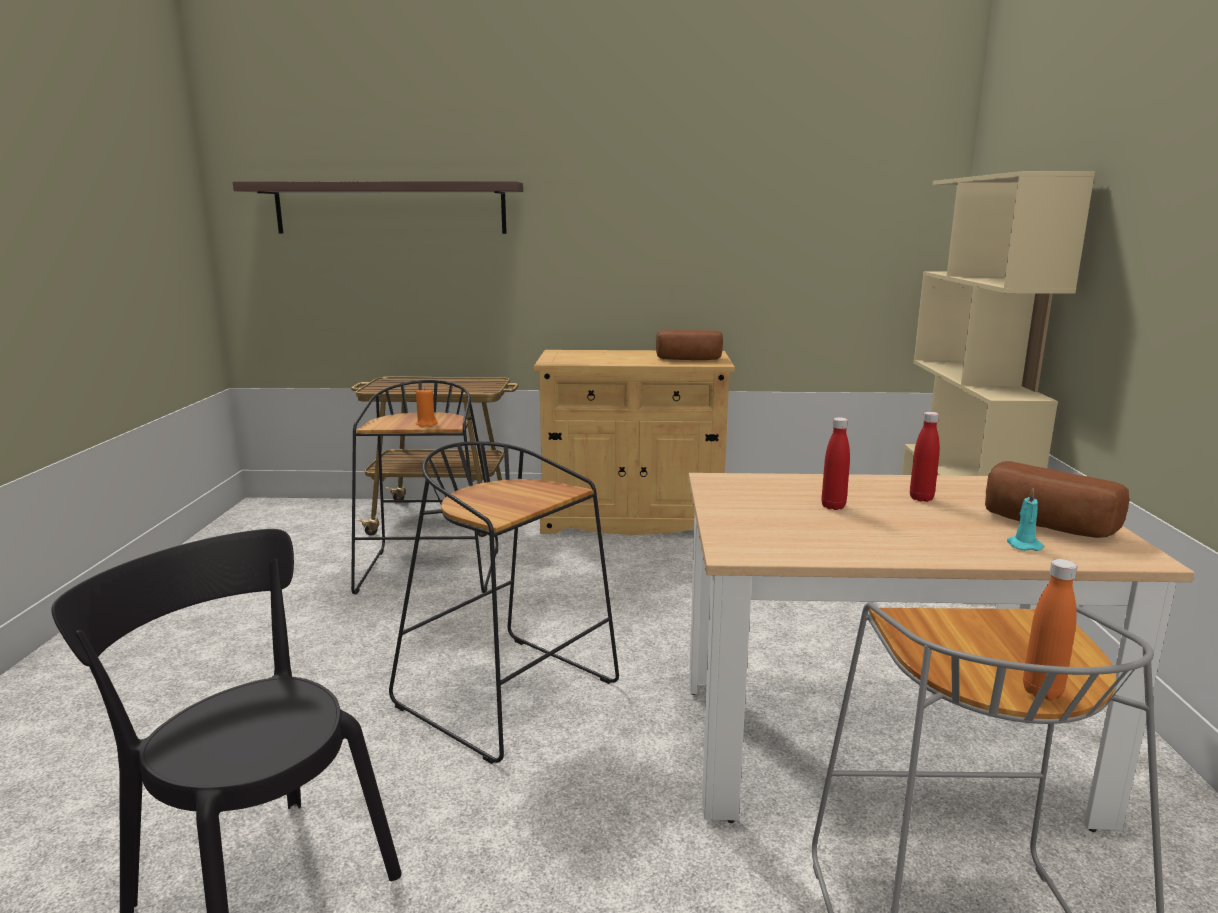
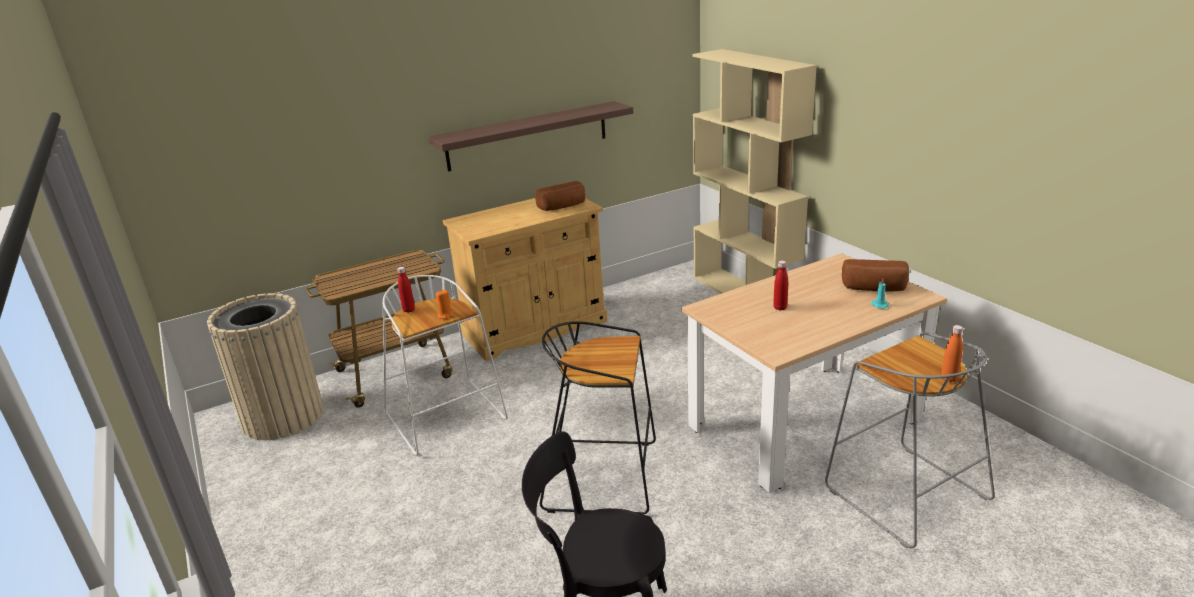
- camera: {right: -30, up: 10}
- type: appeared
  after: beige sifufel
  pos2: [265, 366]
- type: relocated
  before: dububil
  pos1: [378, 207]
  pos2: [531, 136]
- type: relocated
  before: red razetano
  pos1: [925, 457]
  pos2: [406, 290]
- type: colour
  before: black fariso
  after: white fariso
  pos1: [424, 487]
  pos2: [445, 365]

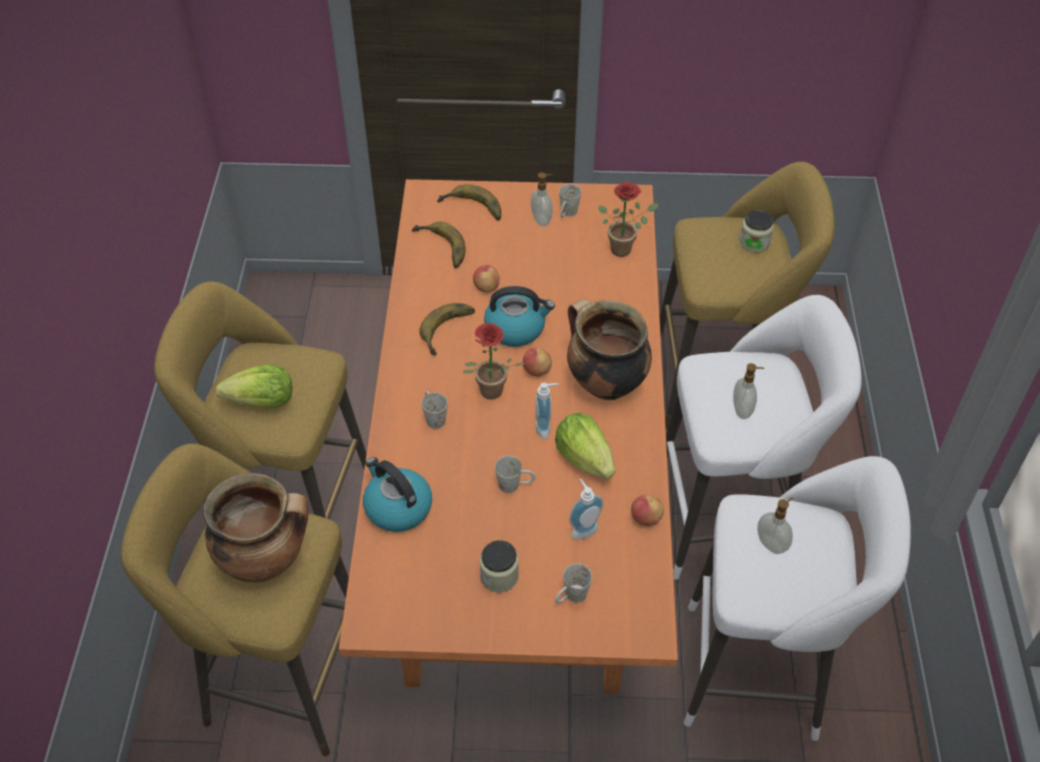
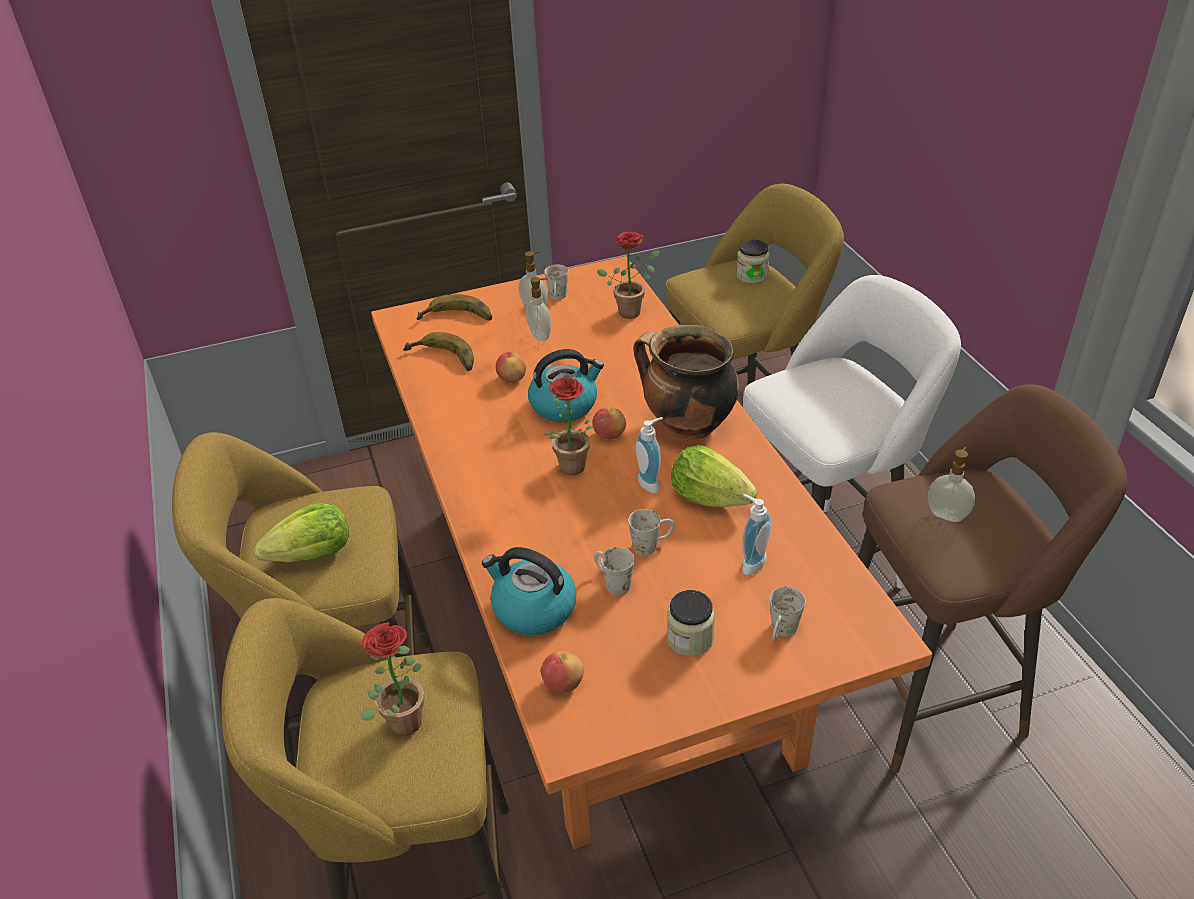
- camera: {right: -20, up: -10}
- type: missing
  before: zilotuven
  pos1: [447, 329]
- type: relocated
  before: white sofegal
  pos1: [434, 410]
  pos2: [614, 571]
- type: relocated
  before: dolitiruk
  pos1: [647, 510]
  pos2: [562, 672]
- type: relocated
  before: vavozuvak
  pos1: [748, 391]
  pos2: [538, 309]
- type: exchanged
  before: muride
  after: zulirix
  pos1: [256, 528]
  pos2: [392, 679]
- type: colour
  before: white fariso
  after: brown fariso
  pos1: [797, 598]
  pos2: [993, 578]

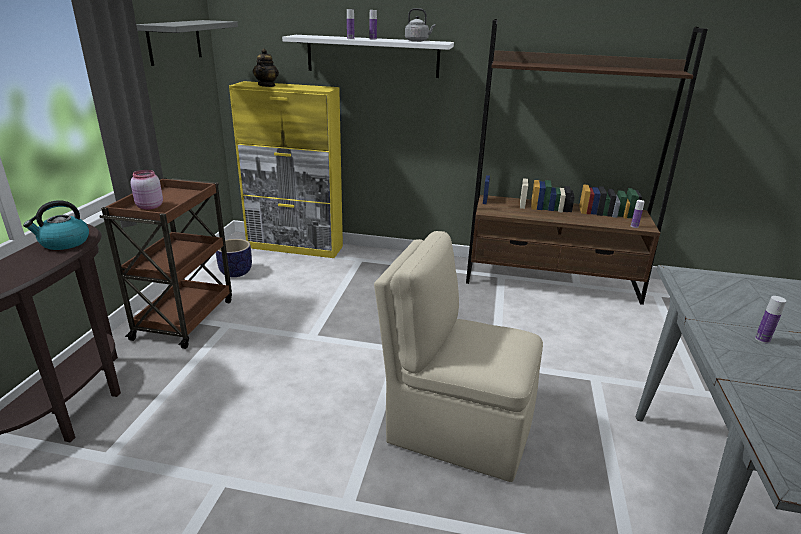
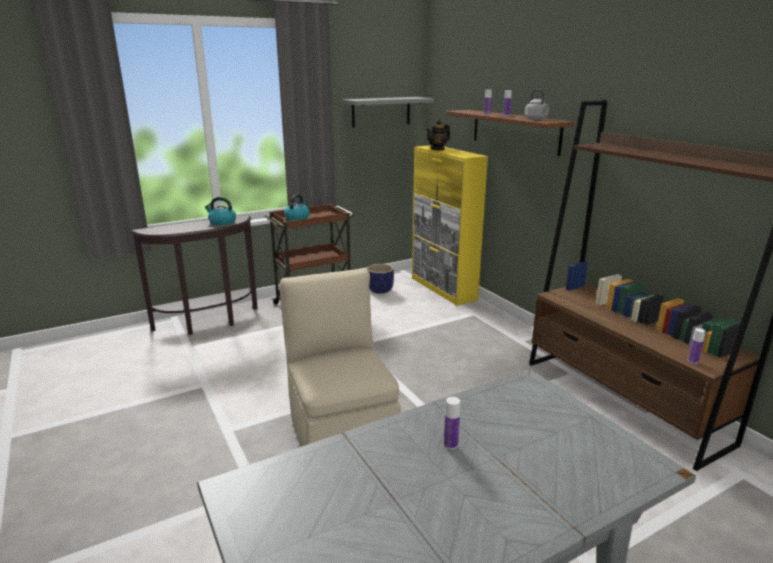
- camera: {right: 50, up: -5}
- type: exchanged
  before: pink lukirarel
  after: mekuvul
  pos1: [147, 190]
  pos2: [297, 207]
- type: colour
  before: white dububil
  after: brown dububil
  pos1: [368, 56]
  pos2: [510, 133]

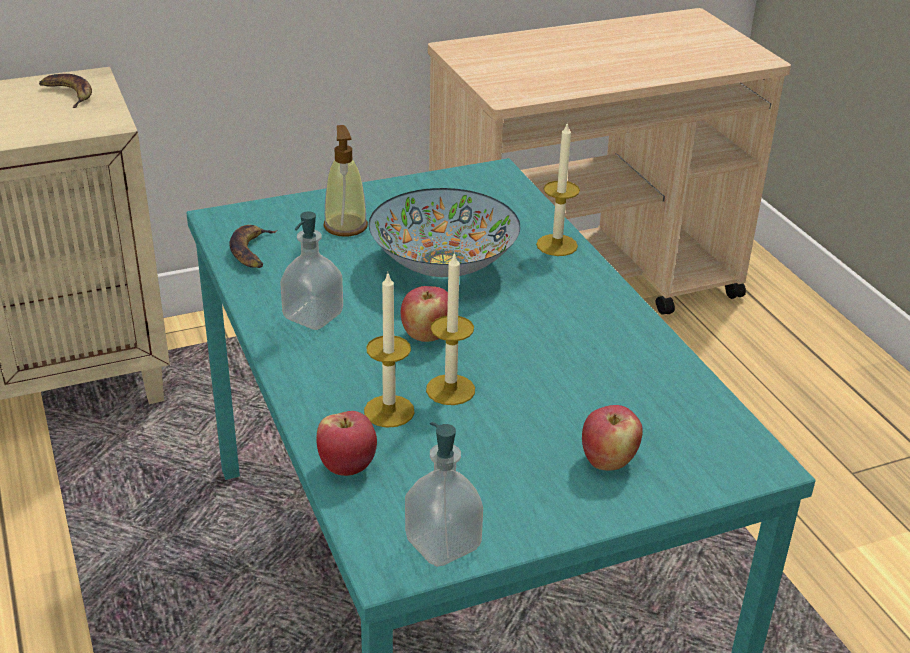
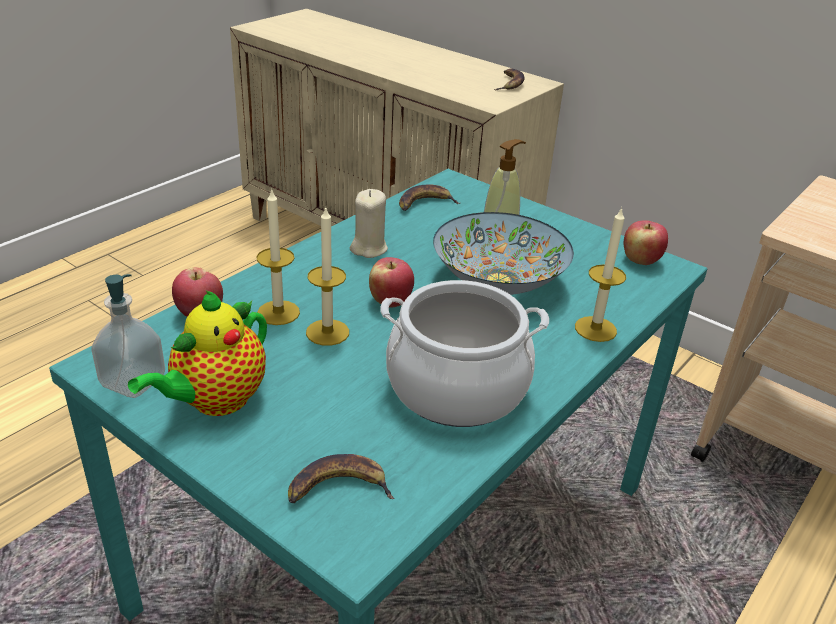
- camera: {right: 60, up: 0}
- type: appeared
  after: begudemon
  pos2: [197, 353]
- type: appeared
  after: zilotuven
  pos2: [341, 478]
- type: appeared
  after: muride
  pos2: [464, 353]
- type: relocated
  before: dolitiruk
  pos1: [612, 438]
  pos2: [646, 242]
- type: exchanged
  before: vavozuvak
  after: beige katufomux
  pos1: [311, 271]
  pos2: [369, 223]

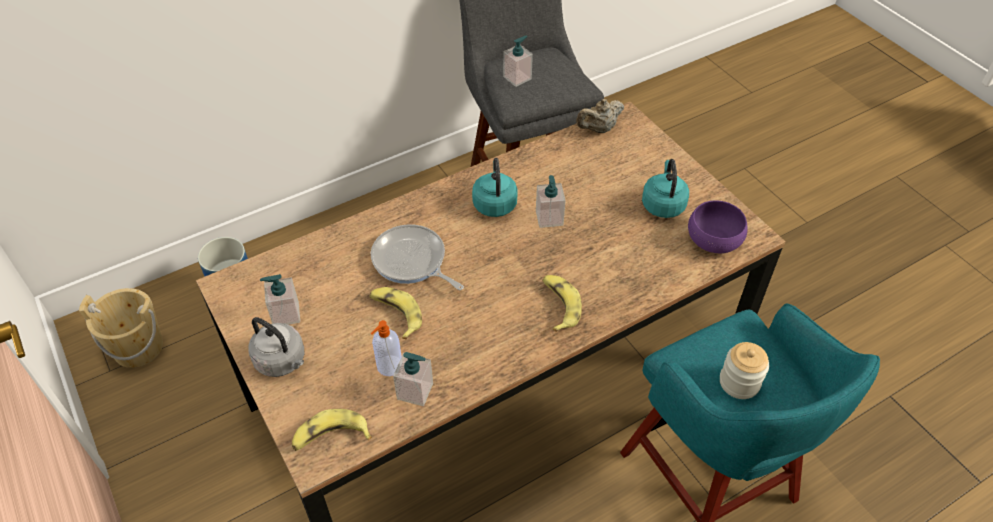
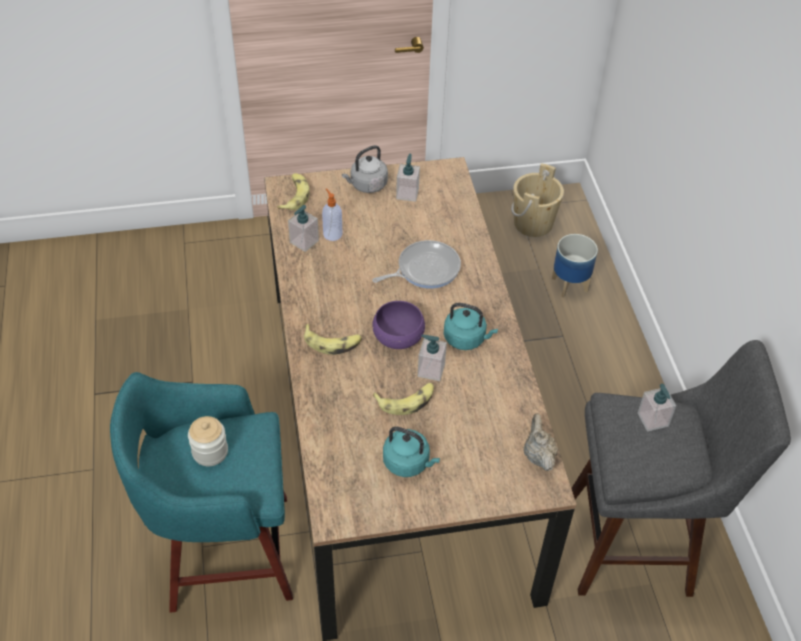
- camera: {right: 110, up: 0}
- type: relocated
  before: zilotuven
  pos1: [395, 313]
  pos2: [403, 399]
- type: relocated
  before: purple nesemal
  pos1: [718, 226]
  pos2: [398, 325]

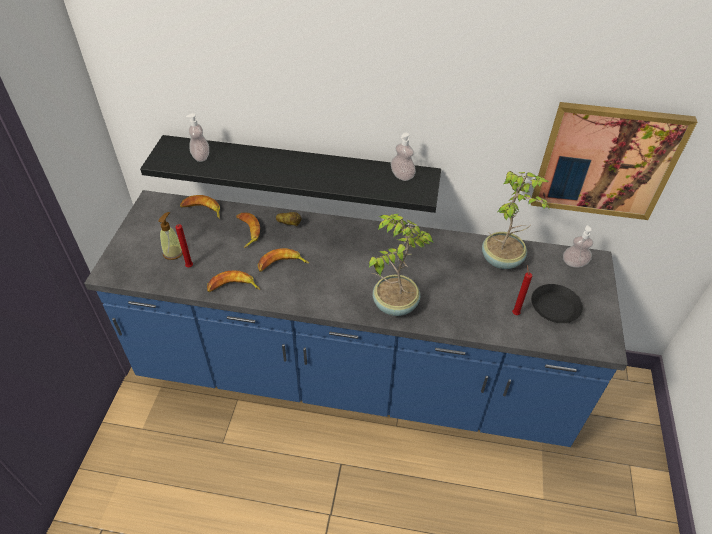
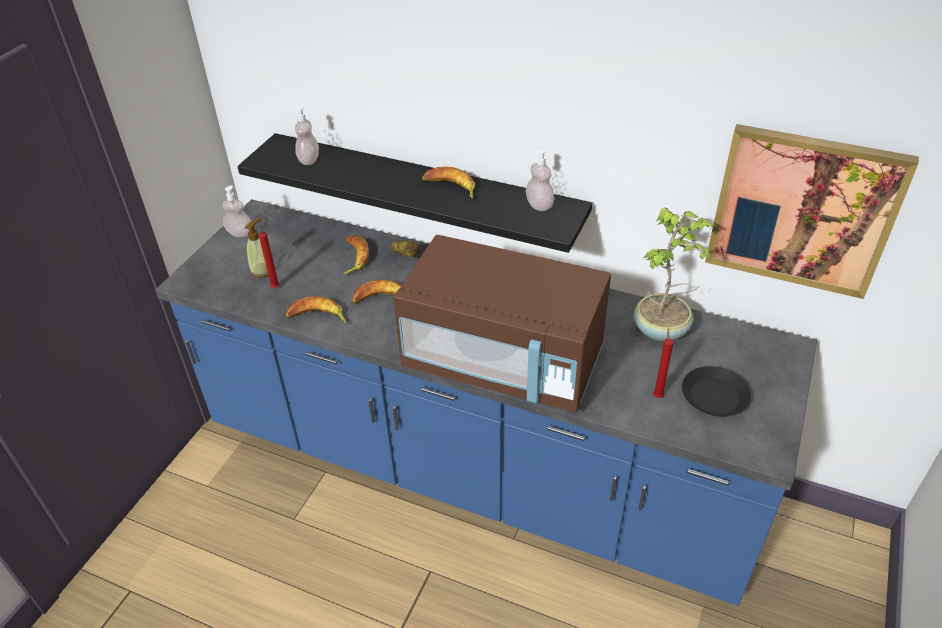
- camera: {right: 15, up: -5}
- type: relocated
  before: zilotuven
  pos1: [200, 207]
  pos2: [448, 182]
- type: relocated
  before: vavozuvak
  pos1: [578, 246]
  pos2: [236, 211]
- type: exchanged
  before: zulirix
  after: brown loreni
  pos1: [401, 265]
  pos2: [502, 324]

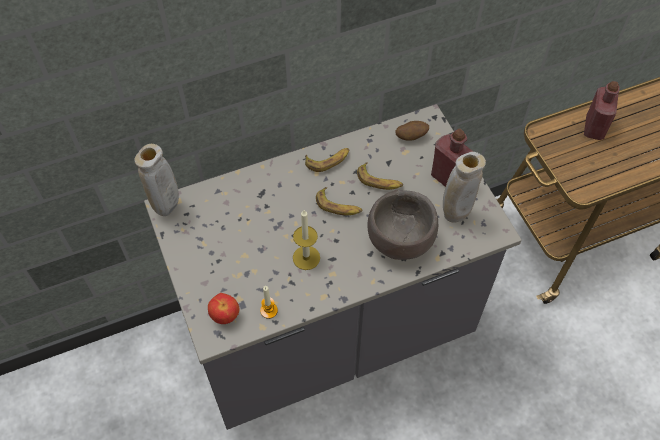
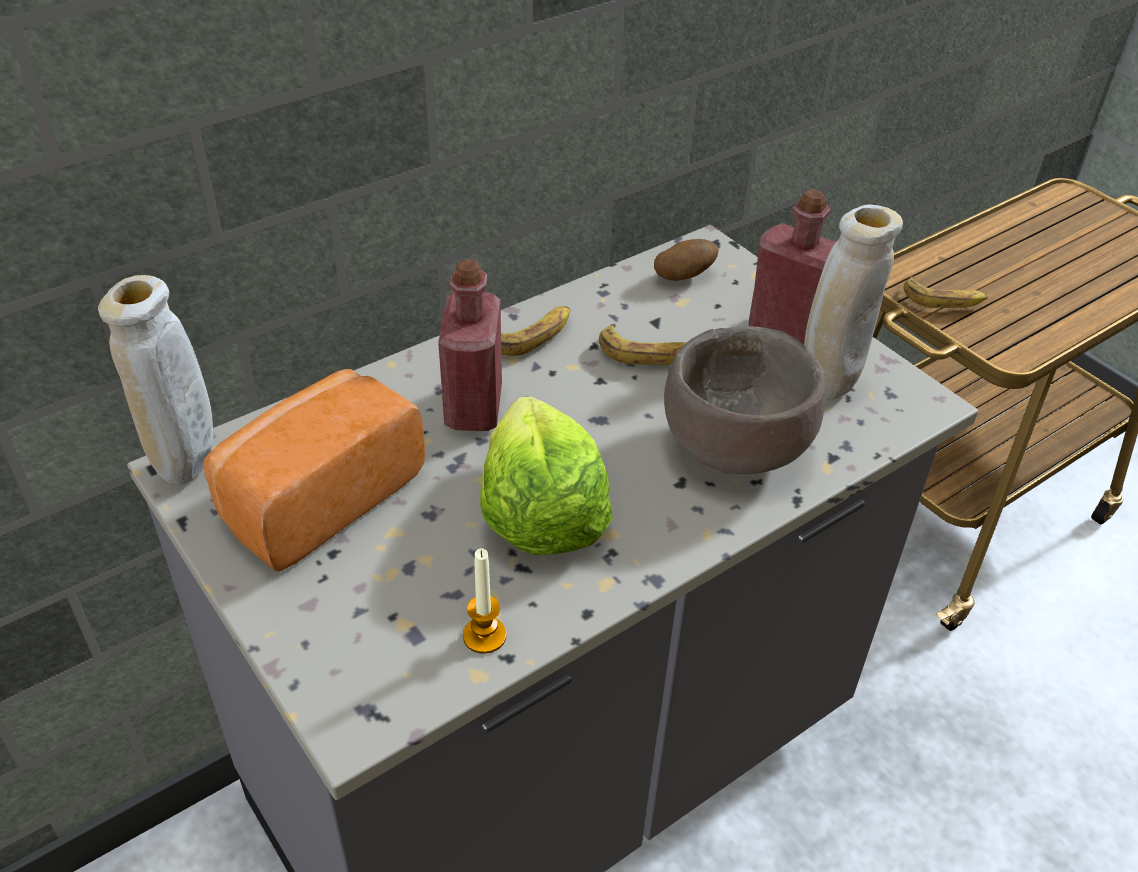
- camera: {right: -15, up: -15}
- type: missing
  before: dolitiruk
  pos1: [224, 308]
- type: appeared
  after: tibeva
  pos2: [314, 470]
- type: relocated
  before: zilotuven
  pos1: [339, 201]
  pos2: [946, 292]
- type: relocated
  before: red razetano
  pos1: [602, 110]
  pos2: [470, 345]
- type: exchanged
  before: katufomux
  after: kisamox
  pos1: [306, 240]
  pos2: [546, 475]

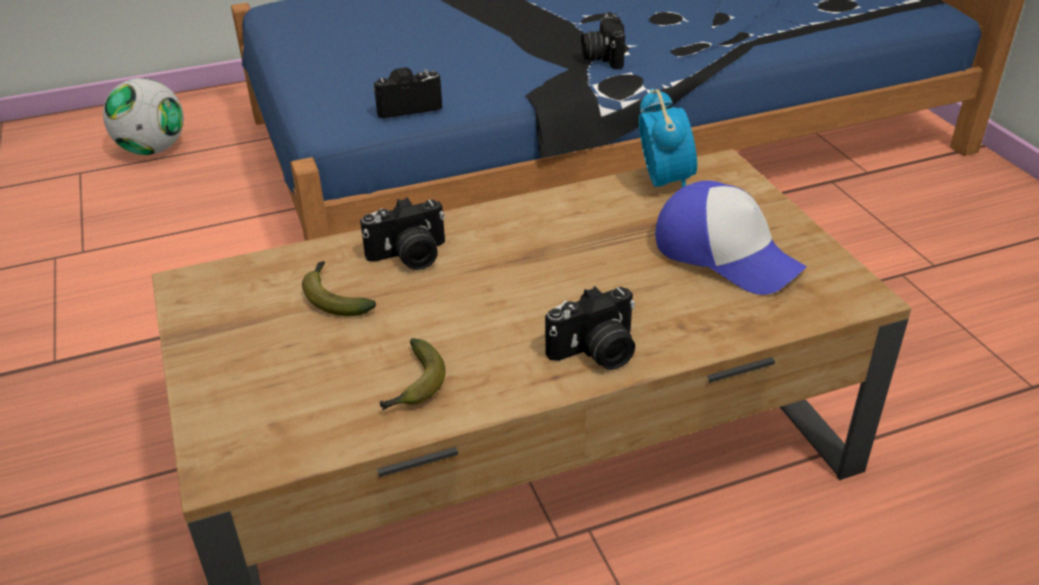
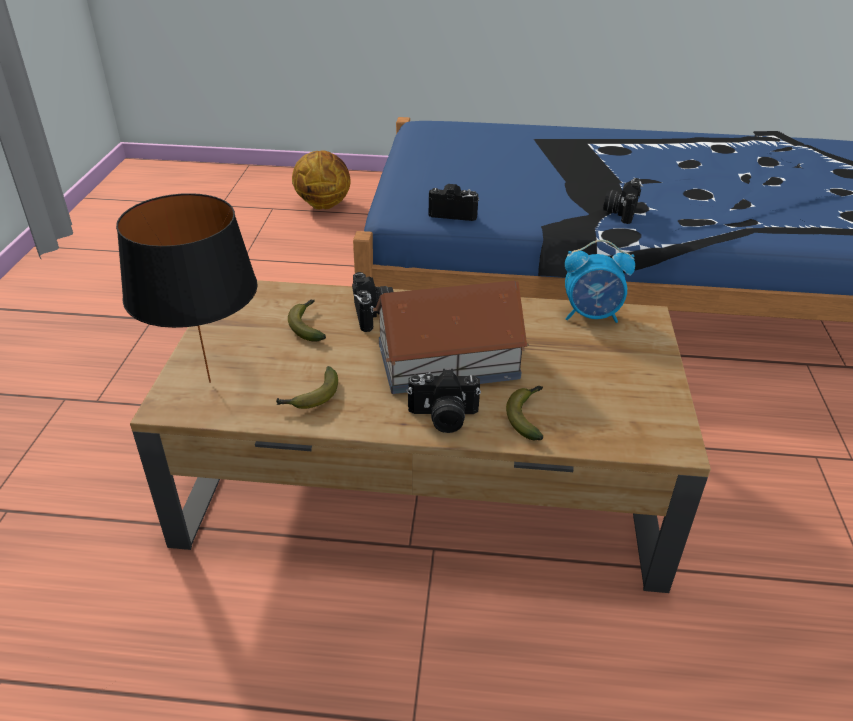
- camera: {right: 25, up: 0}
- type: missing
  before: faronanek
  pos1: [731, 238]
- type: appeared
  after: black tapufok
  pos2: [187, 288]
- type: appeared
  after: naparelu
  pos2: [451, 337]
- type: appeared
  after: zilotuven
  pos2: [524, 413]
- type: exchanged
  before: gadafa
  after: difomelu
  pos1: [143, 116]
  pos2: [321, 179]
- type: spun
  before: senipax
  pos1: [402, 233]
  pos2: [373, 302]
  turn: -105
- type: spun
  before: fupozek
  pos1: [668, 137]
  pos2: [600, 281]
  turn: 75

